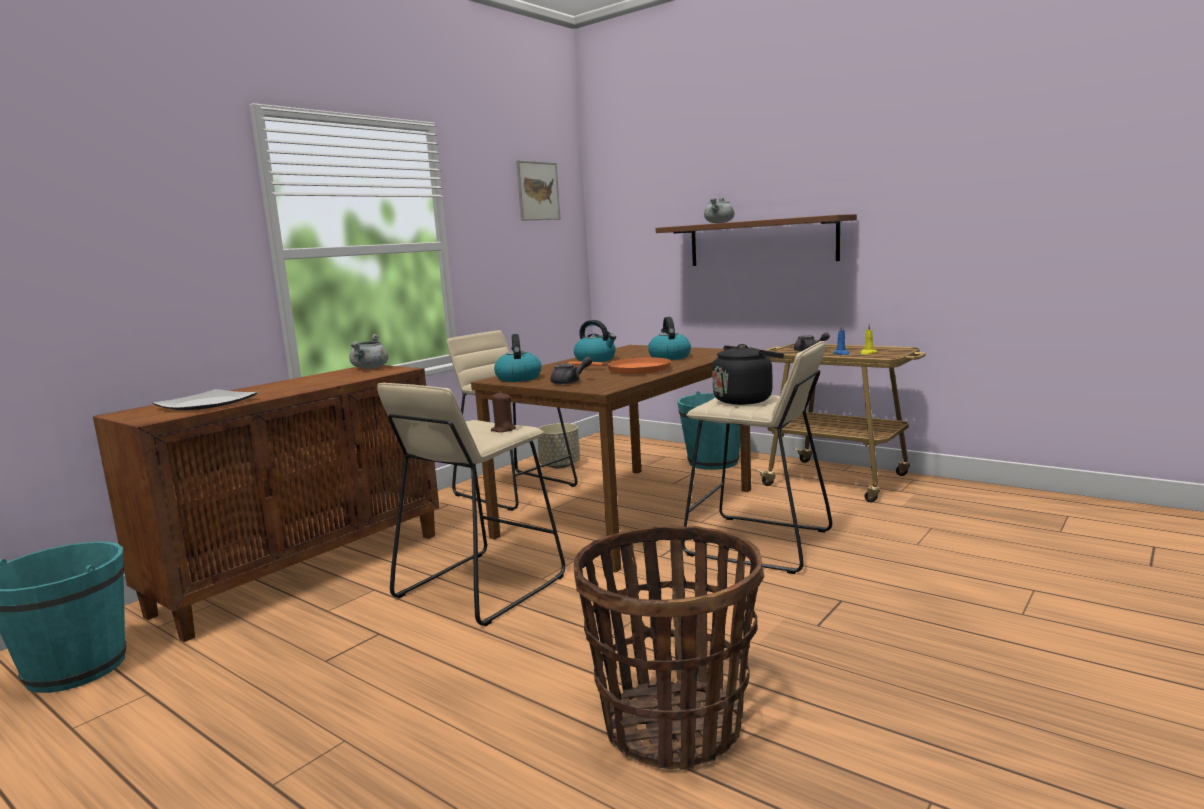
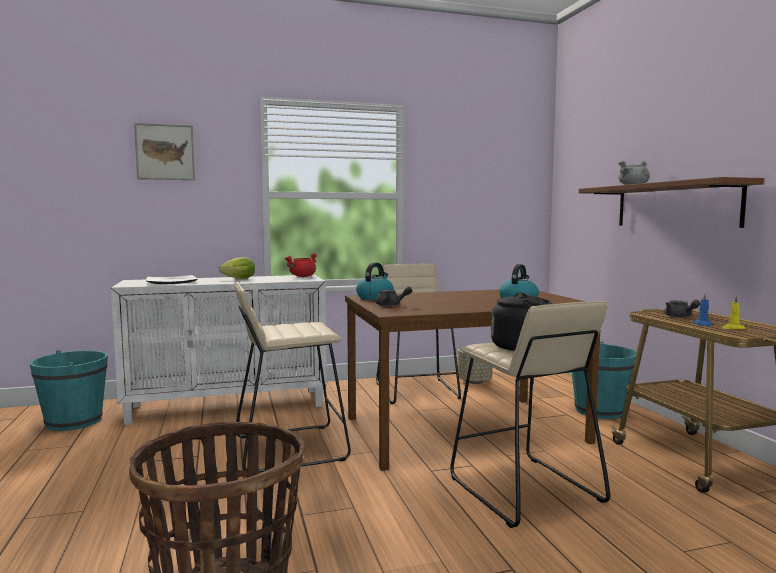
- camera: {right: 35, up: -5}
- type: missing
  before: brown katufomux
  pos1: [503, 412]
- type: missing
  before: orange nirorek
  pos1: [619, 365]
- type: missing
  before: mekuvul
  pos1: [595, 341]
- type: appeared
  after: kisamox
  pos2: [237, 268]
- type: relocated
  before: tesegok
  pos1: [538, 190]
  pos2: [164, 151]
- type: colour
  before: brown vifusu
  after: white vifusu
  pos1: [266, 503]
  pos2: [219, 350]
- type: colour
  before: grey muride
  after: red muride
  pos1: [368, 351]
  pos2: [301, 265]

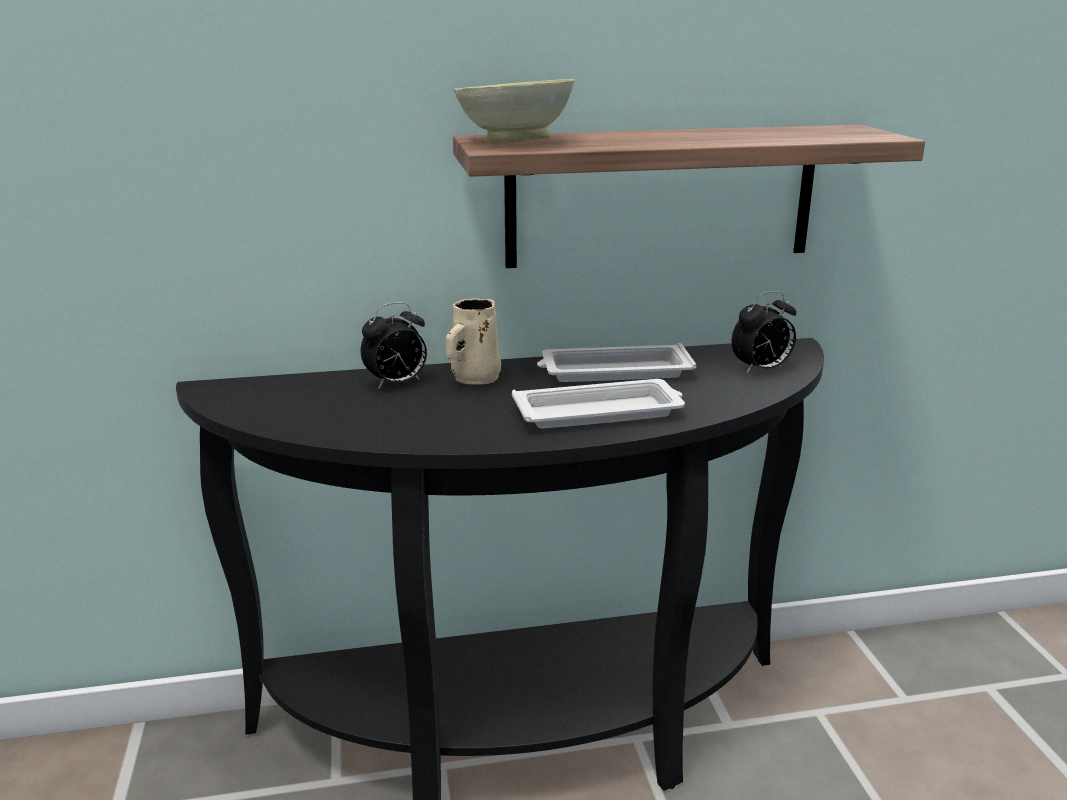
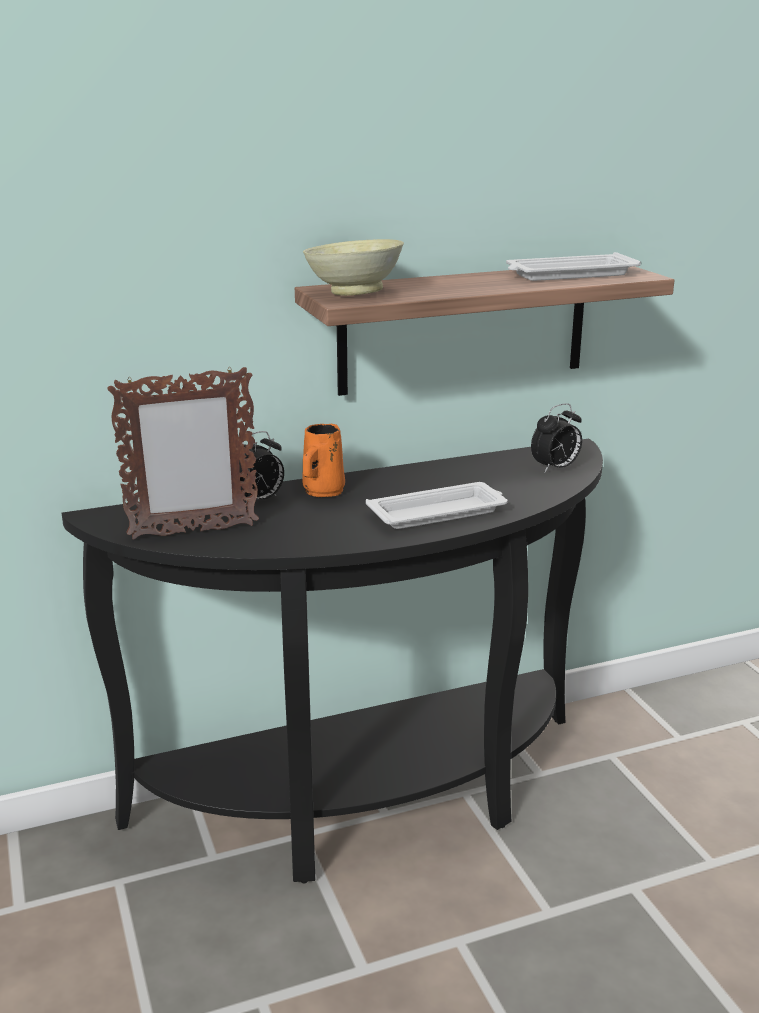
- camera: {right: -10, up: 0}
- type: appeared
  after: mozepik
  pos2: [183, 453]
- type: relocated
  before: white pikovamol
  pos1: [617, 362]
  pos2: [573, 266]
- type: colour
  before: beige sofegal
  after: orange sofegal
  pos1: [473, 342]
  pos2: [323, 460]

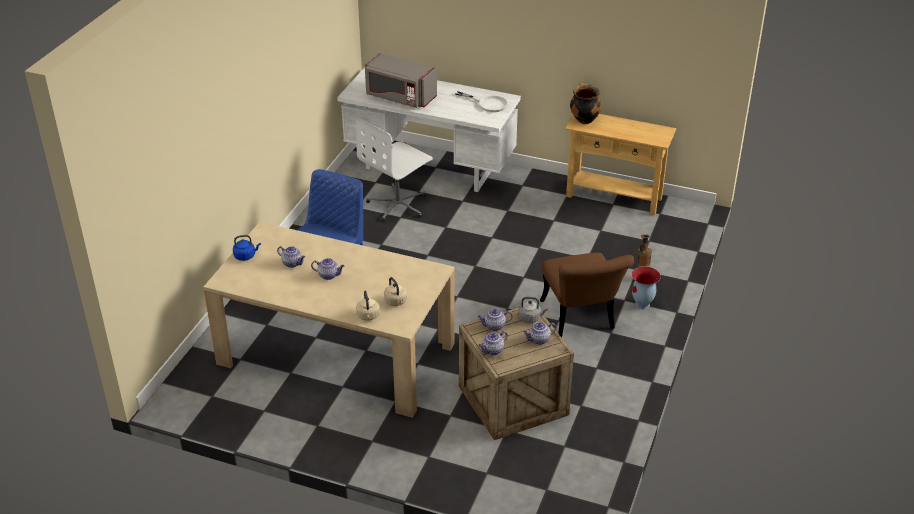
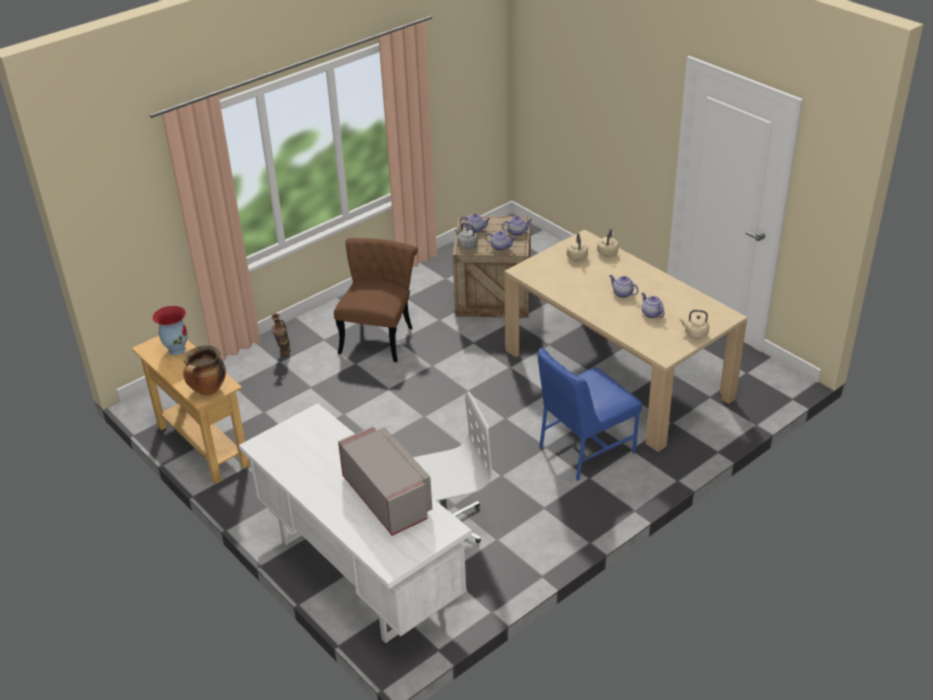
- camera: {right: -150, up: 0}
- type: missing
  before: white nirorek
  pos1: [481, 101]
- type: relocated
  before: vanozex
  pos1: [646, 287]
  pos2: [170, 330]
- type: colour
  before: blue mekuvul
  after: beige mekuvul
  pos1: [247, 248]
  pos2: [694, 324]

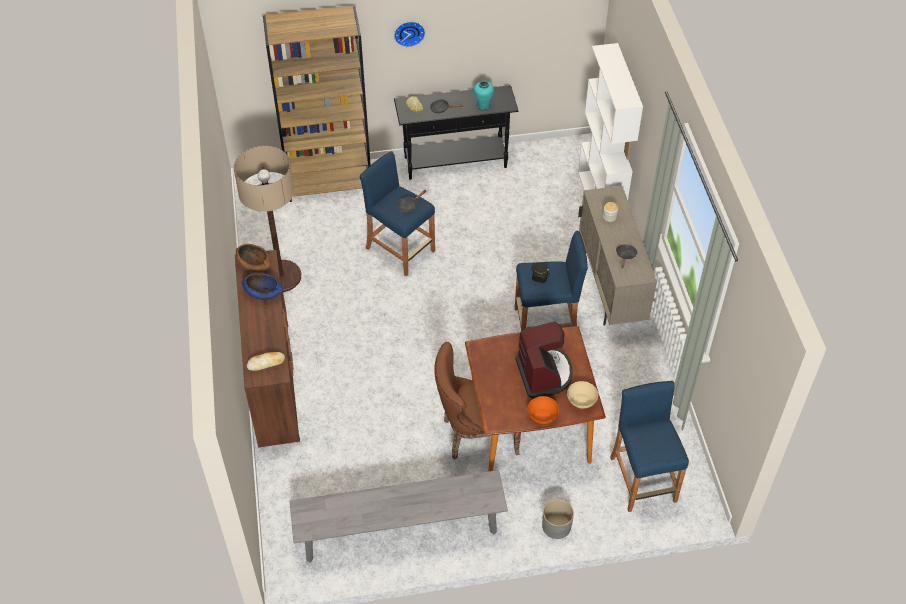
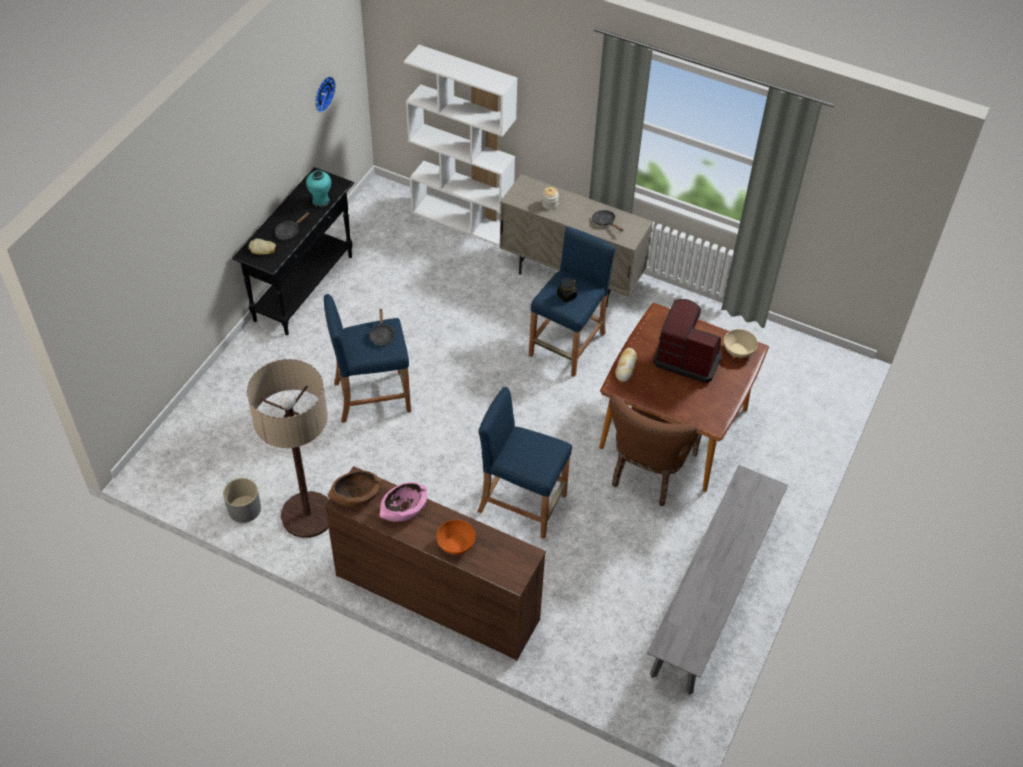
- camera: {right: -55, up: 0}
- type: missing
  before: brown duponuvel
  pos1: [317, 103]
- type: relocated
  before: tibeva
  pos1: [265, 361]
  pos2: [626, 365]
- type: relocated
  before: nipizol
  pos1: [409, 34]
  pos2: [325, 94]
- type: relocated
  before: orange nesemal
  pos1: [543, 410]
  pos2: [455, 537]
- type: relocated
  before: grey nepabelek
  pos1: [558, 519]
  pos2: [242, 500]
- type: relocated
  before: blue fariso
  pos1: [649, 446]
  pos2: [524, 463]
- type: colour
  before: blue nesemal
  after: pink nesemal
  pos1: [262, 286]
  pos2: [403, 502]

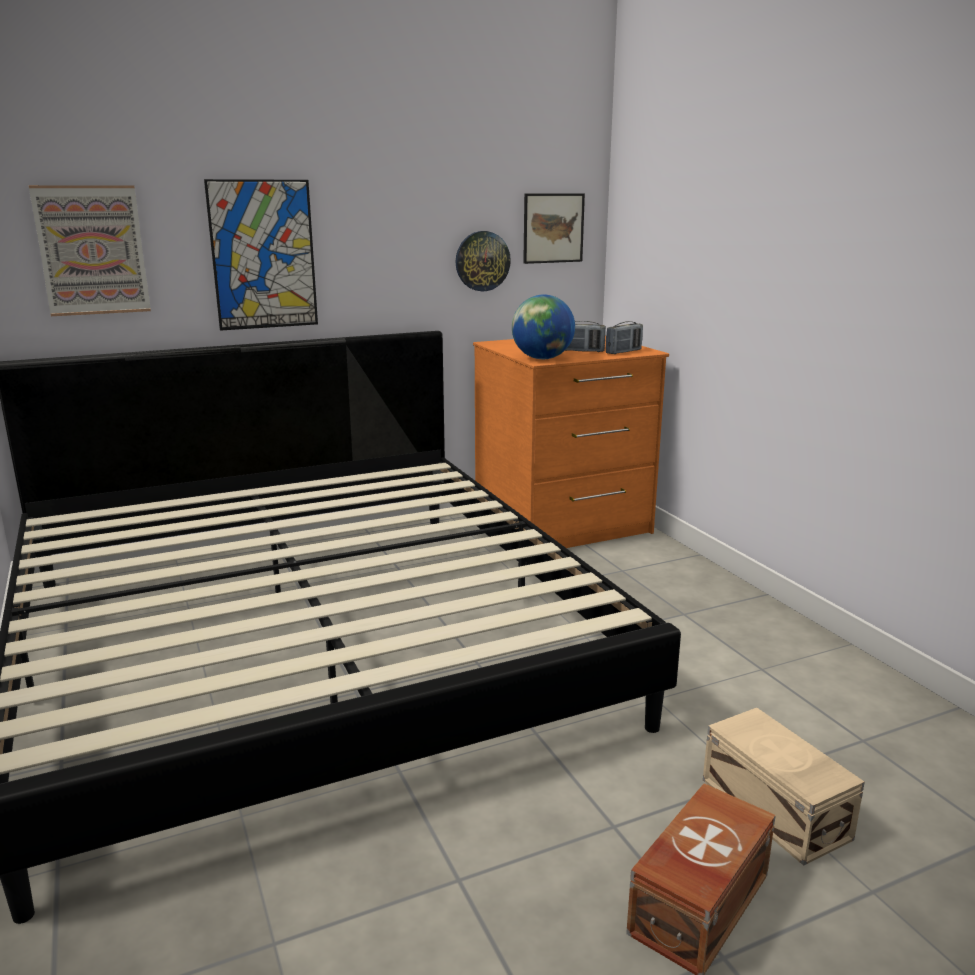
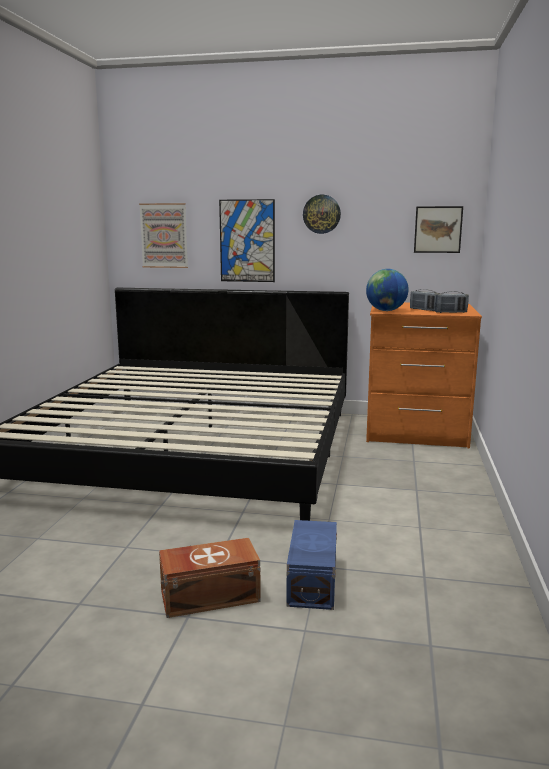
- camera: {right: 35, up: -5}
- type: relocated
  before: nipizol
  pos1: [483, 261]
  pos2: [322, 214]
- type: colour
  before: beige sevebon
  after: blue sevebon
  pos1: [784, 787]
  pos2: [311, 565]

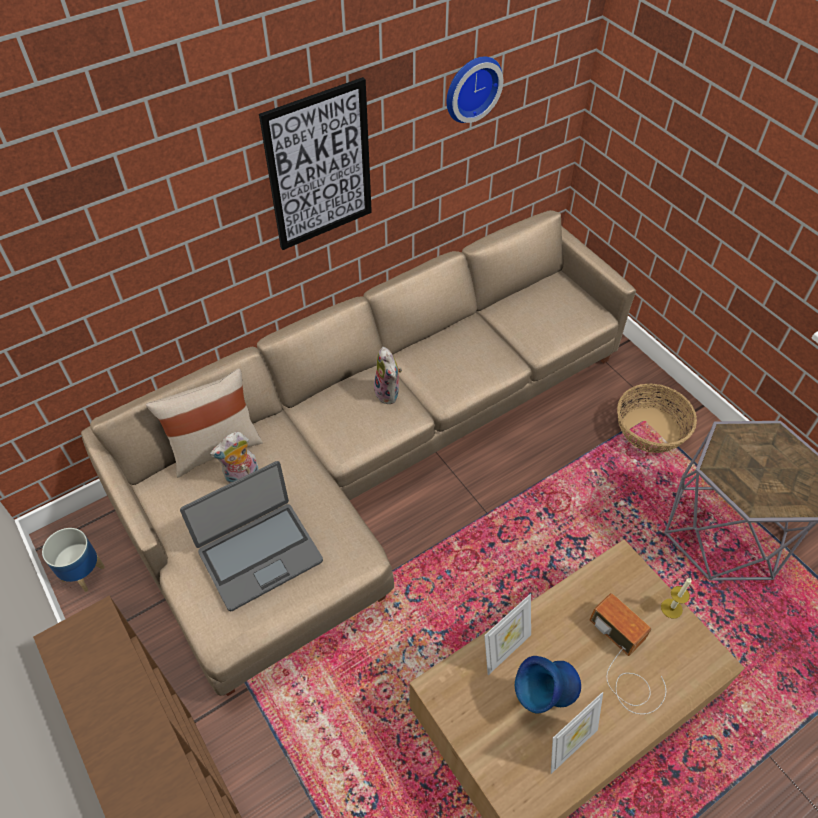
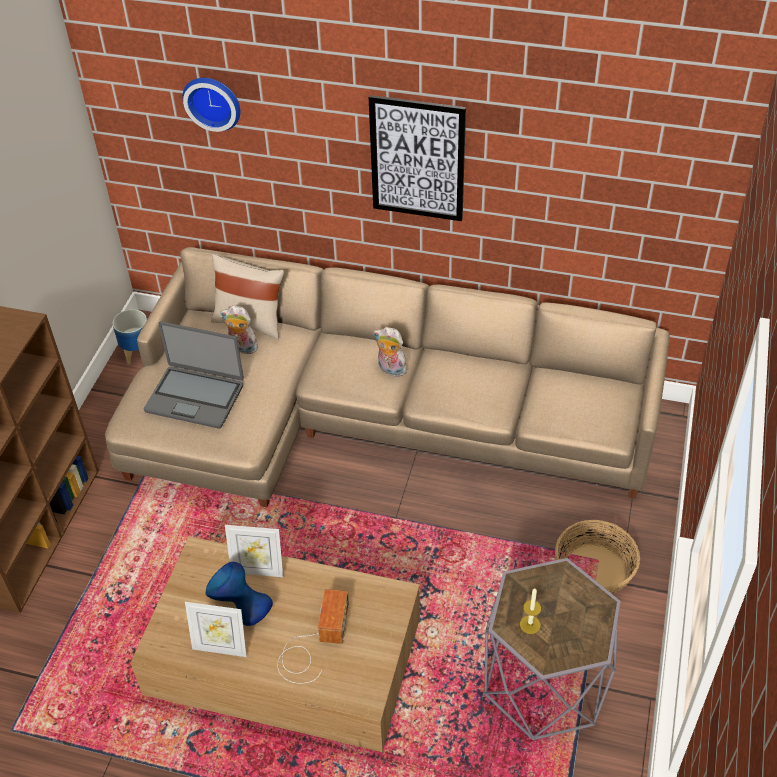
- camera: {right: 50, up: -5}
- type: relocated
  before: nipizol
  pos1: [475, 90]
  pos2: [211, 105]
- type: relocated
  before: katufomux
  pos1: [676, 598]
  pos2: [530, 611]
- type: spun
  before: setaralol
  pos1: [388, 375]
  pos2: [391, 352]
  turn: 90

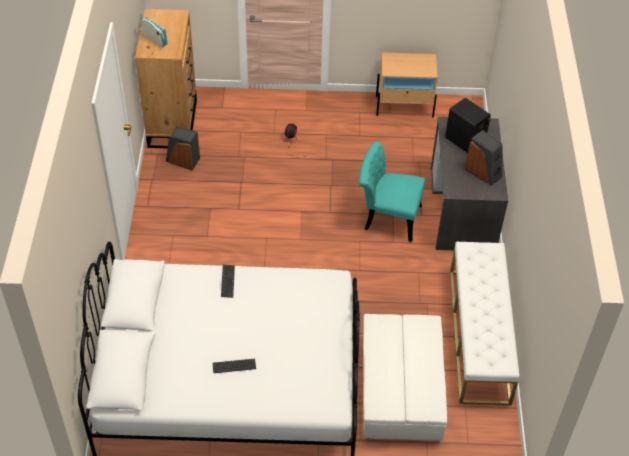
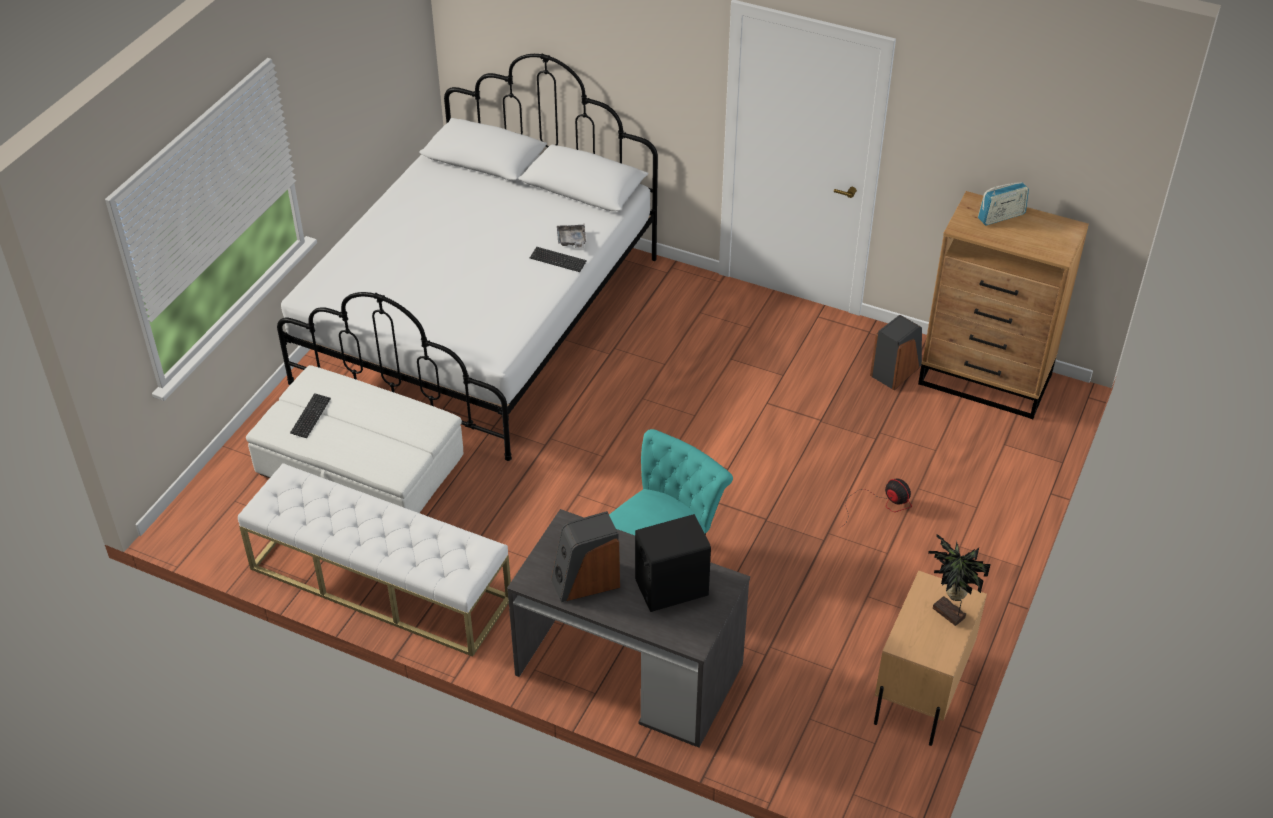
- camera: {right: 115, up: -5}
- type: appeared
  after: grey pikovamol
  pos2: [571, 236]
- type: appeared
  after: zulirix
  pos2: [959, 580]
- type: relocated
  before: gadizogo
  pos1: [234, 366]
  pos2: [310, 415]

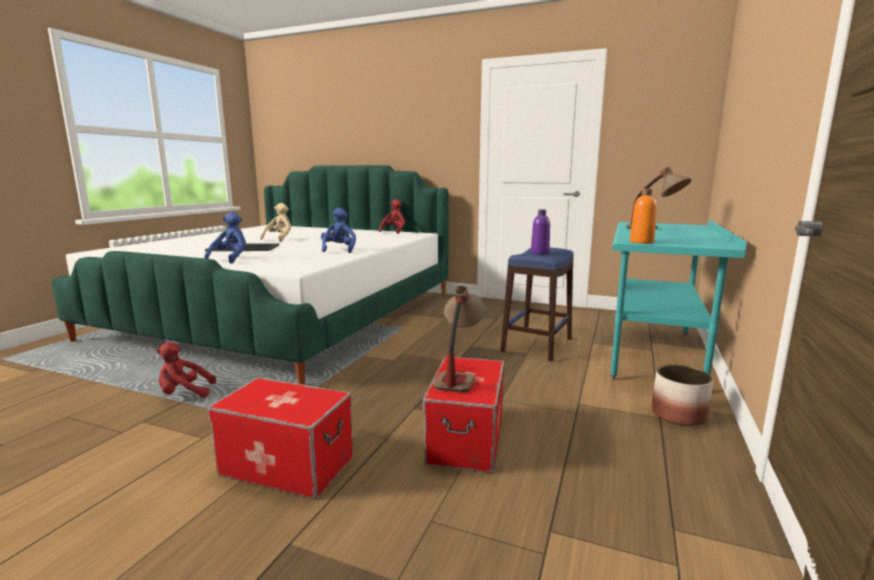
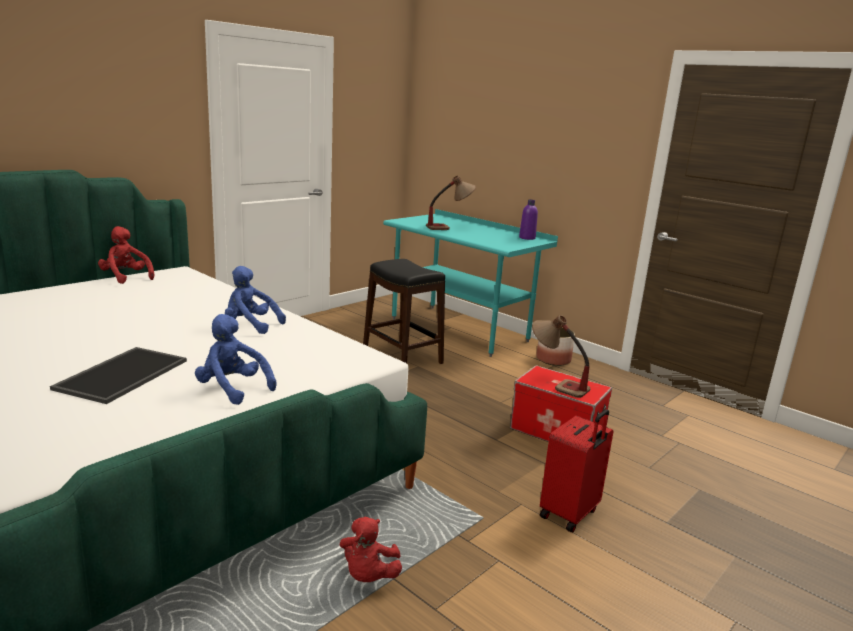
- camera: {right: -70, up: 5}
- type: missing
  before: beige setaralol
  pos1: [275, 222]
- type: missing
  before: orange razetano
  pos1: [643, 216]
- type: relocated
  before: purple razetano
  pos1: [540, 232]
  pos2: [528, 220]
- type: exchanged
  before: sevebon
  after: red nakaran
  pos1: [280, 438]
  pos2: [576, 471]
- type: colour
  before: blue fariso
  after: black fariso
  pos1: [537, 304]
  pos2: [404, 311]

